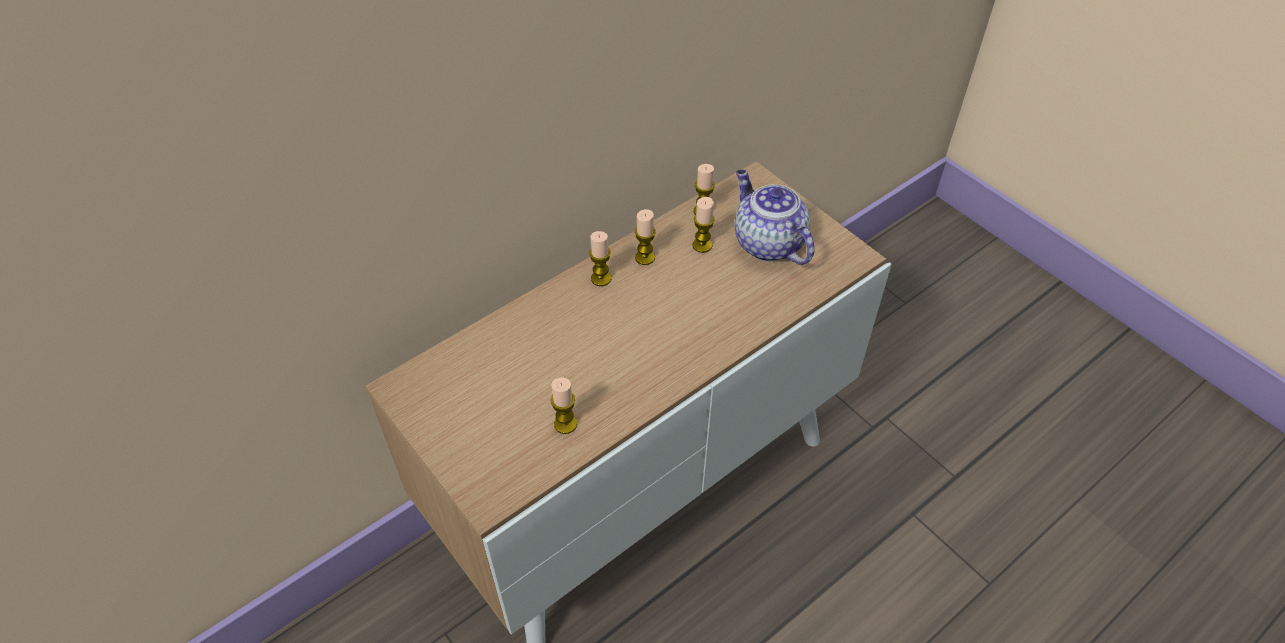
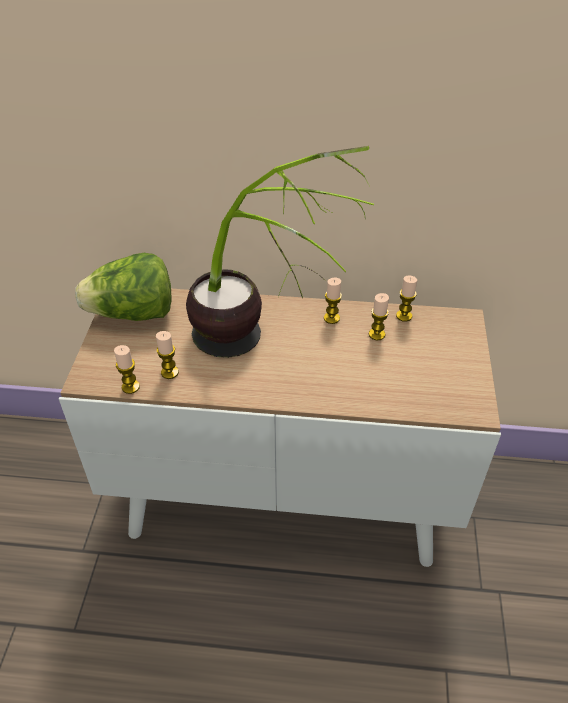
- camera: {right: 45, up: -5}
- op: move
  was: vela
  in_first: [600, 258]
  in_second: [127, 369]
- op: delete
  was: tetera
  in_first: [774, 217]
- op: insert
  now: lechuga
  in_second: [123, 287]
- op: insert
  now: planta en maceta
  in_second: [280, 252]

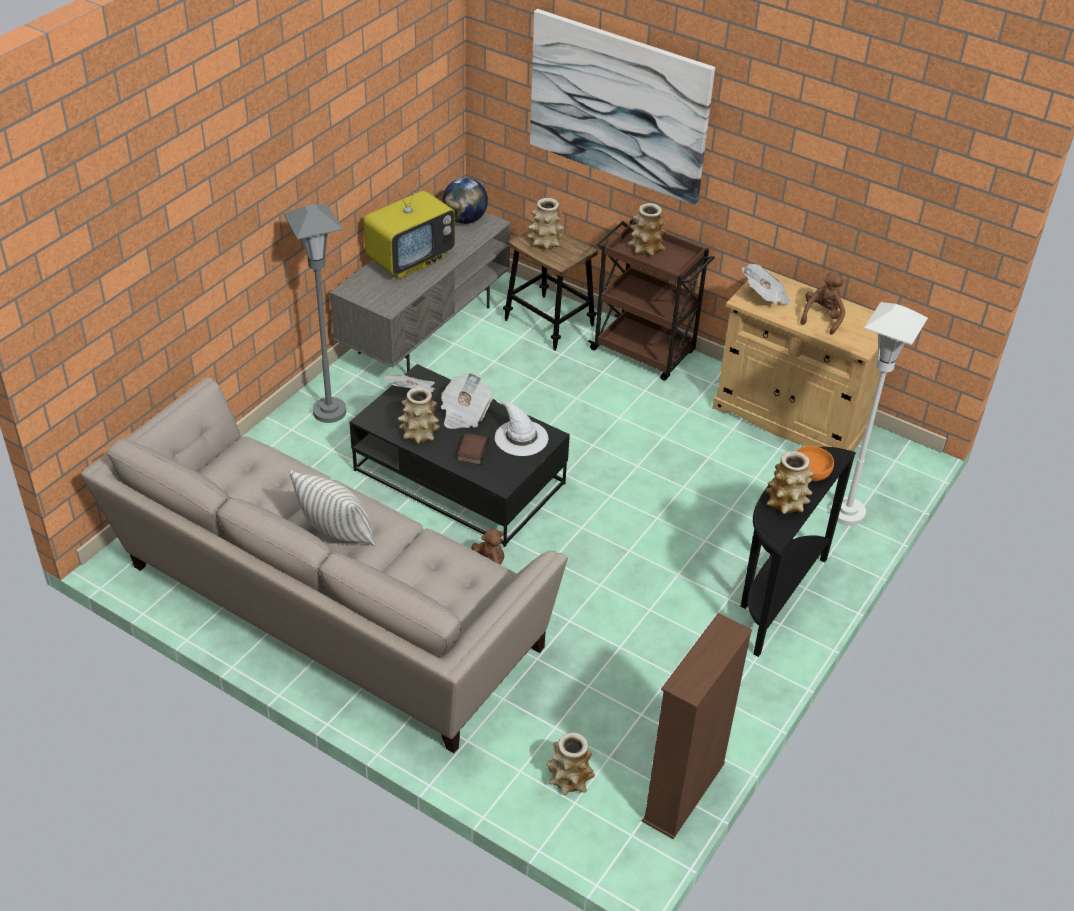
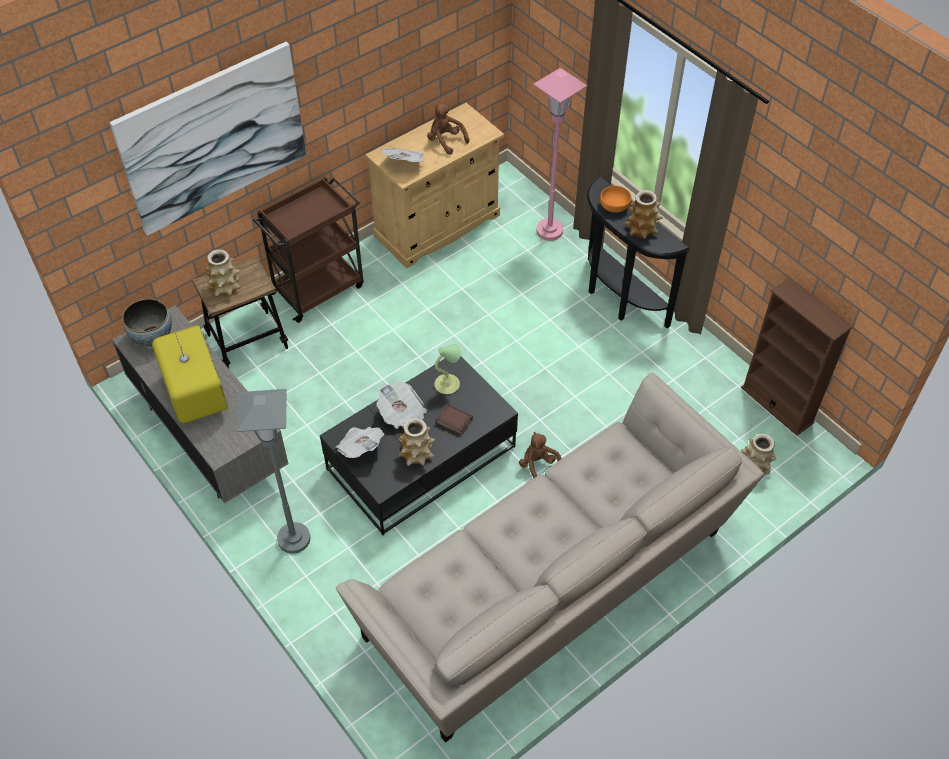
- camera: {right: -70, up: 10}
- op: delete
  was: cojín
  in_first: [332, 508]
- op: replace
  was: globo terráqueo
  now: cuenco
  in_first: [465, 201]
  in_second: [147, 323]
- op: replace
  was: sombrero (blanco)
  now: lámpara de mesa
  in_first: [521, 427]
  in_second: [448, 369]
- op: delete
  was: florero
  in_first: [647, 229]
- op: recolor
  was: lámpara de pie (blanco)
  now: lámpara de pie (rosa)
  in_first: [879, 414]
  in_second: [560, 154]

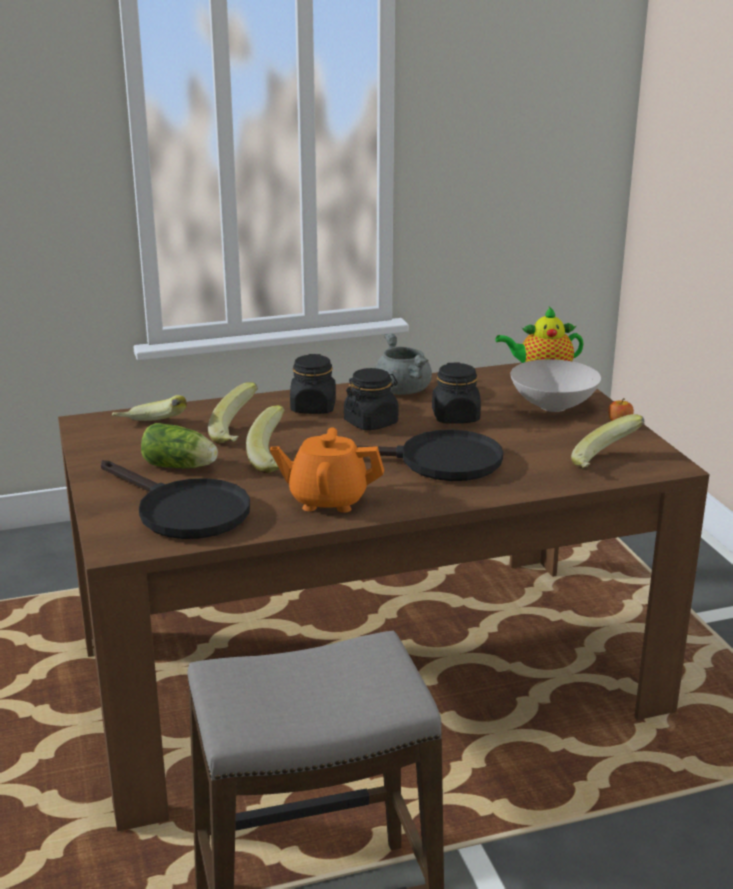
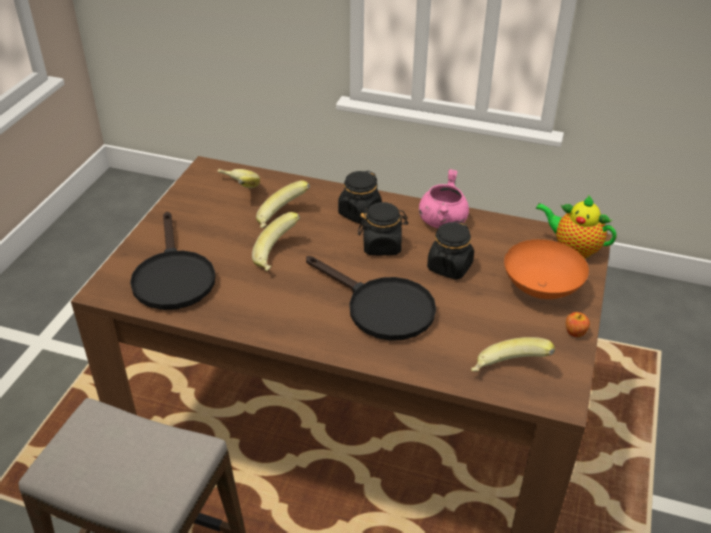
- camera: {right: 35, up: 15}
- op: delete
  was: lechuga
  in_first: [179, 446]
- op: delete
  was: tetera (naranja)
  in_first: [327, 470]
- op: recolor
  was: olla (gris)
  now: olla (rosa)
  in_first: [403, 364]
  in_second: [444, 198]
- op: recolor
  was: cuenco (blanco)
  now: cuenco (naranja)
  in_first: [555, 385]
  in_second: [546, 269]

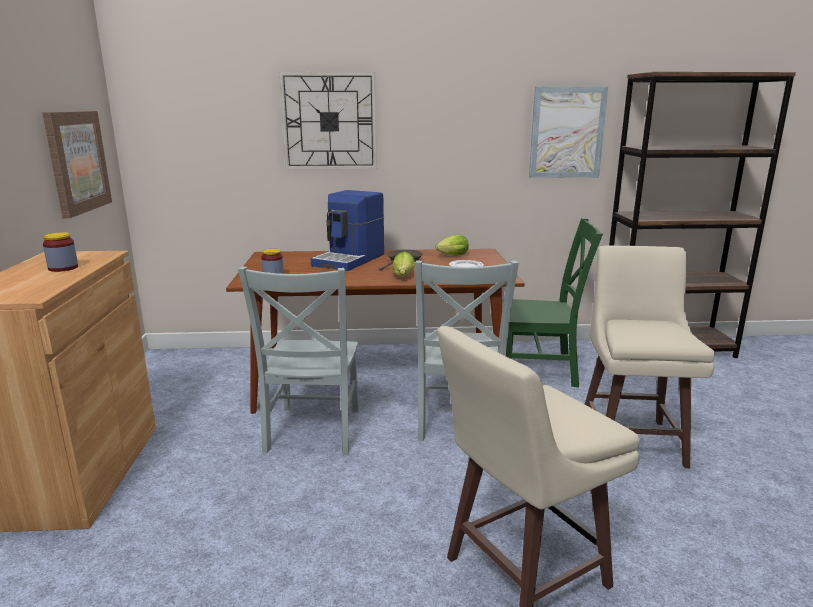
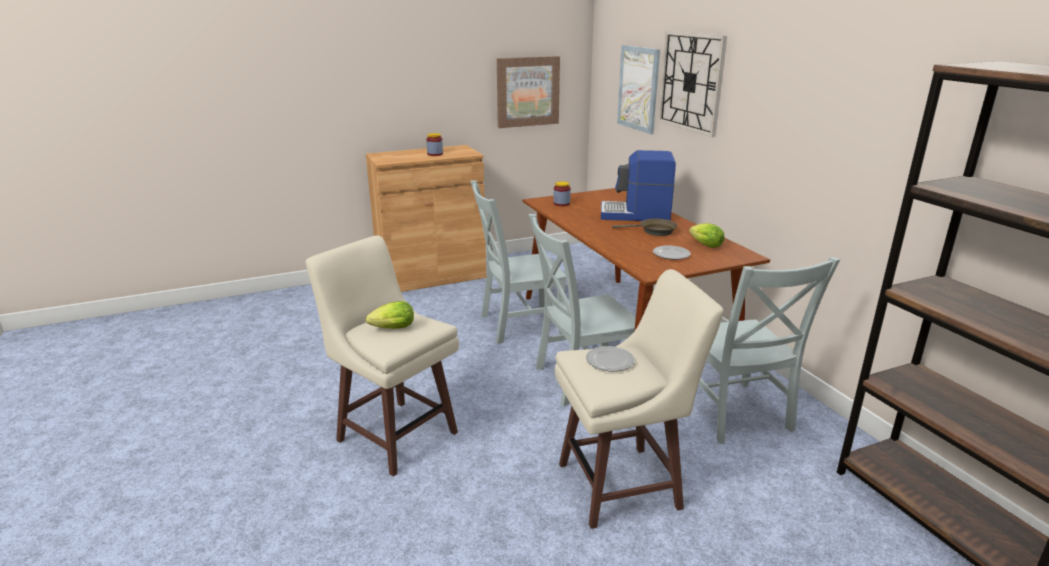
- camera: {right: 70, up: 5}
- op: move
  was: lechuga
  in_first: [404, 264]
  in_second: [390, 315]
- op: recolor
  was: silla (verde)
  now: silla (gris)
  in_first: [552, 302]
  in_second: [769, 350]
- op: move
  was: cuadro
  in_first: [568, 132]
  in_second: [638, 89]
- op: insert
  now: plato
  in_second: [610, 358]

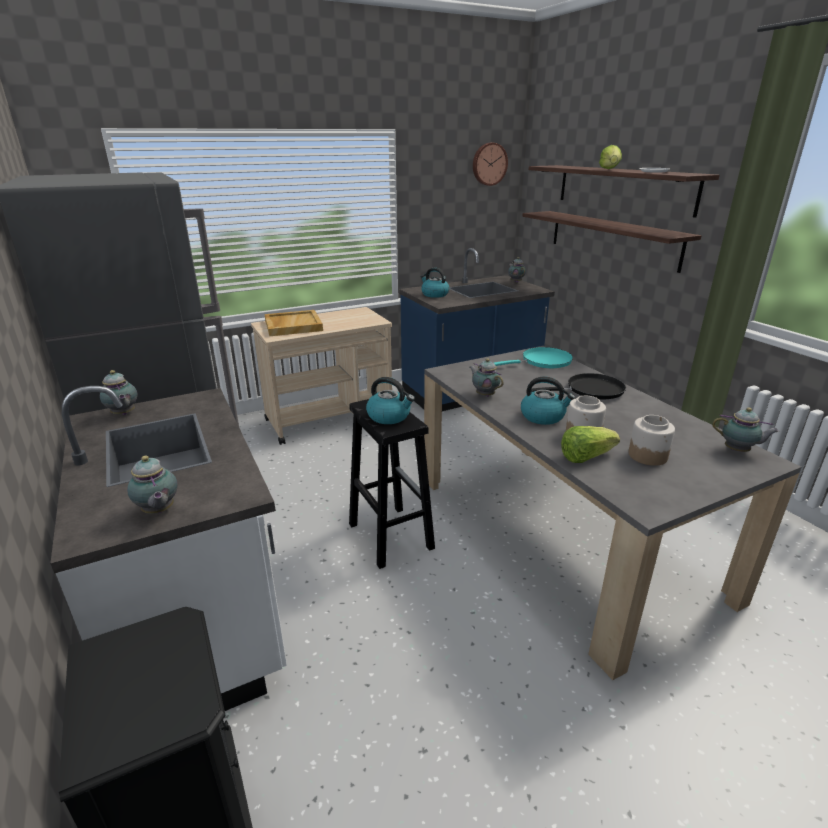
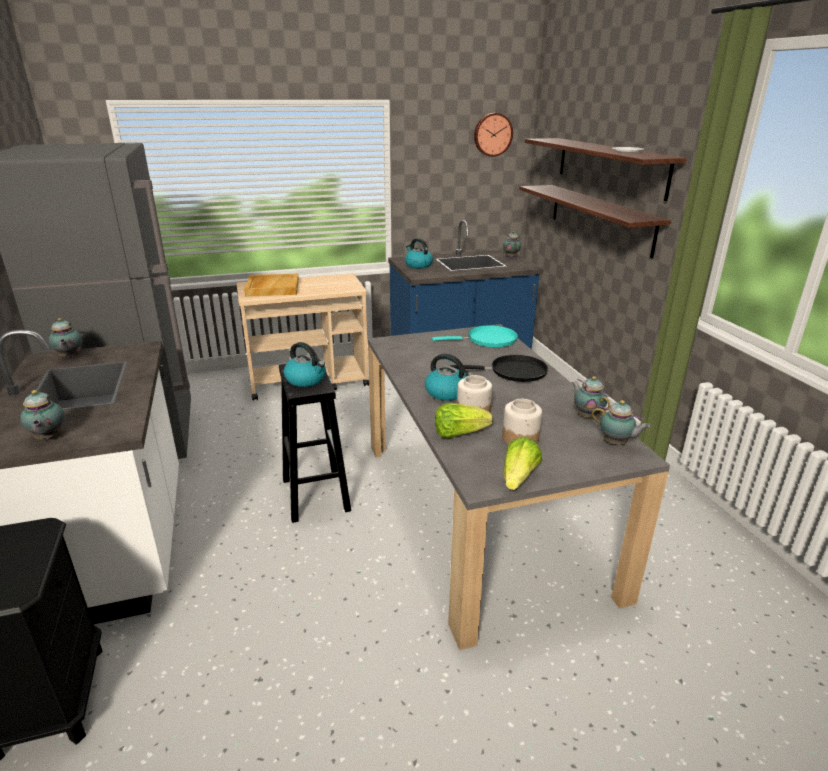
- camera: {right: 10, up: 0}
- op: move
  was: tetera
  in_first: [487, 378]
  in_second: [591, 397]
- op: move
  was: lechuga
  in_first: [610, 157]
  in_second: [523, 463]

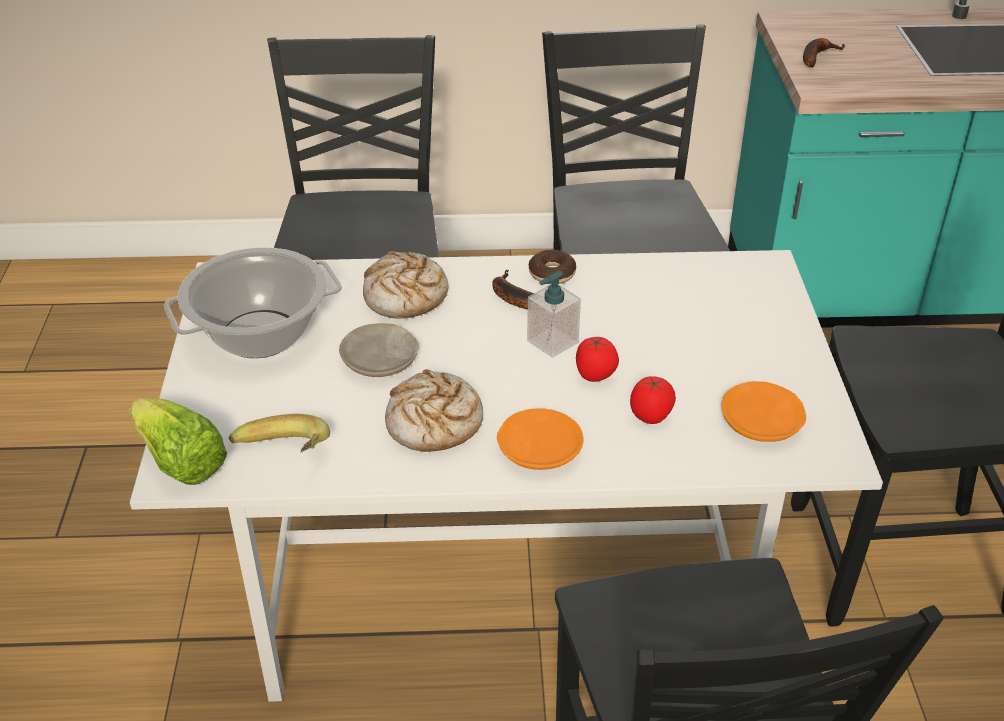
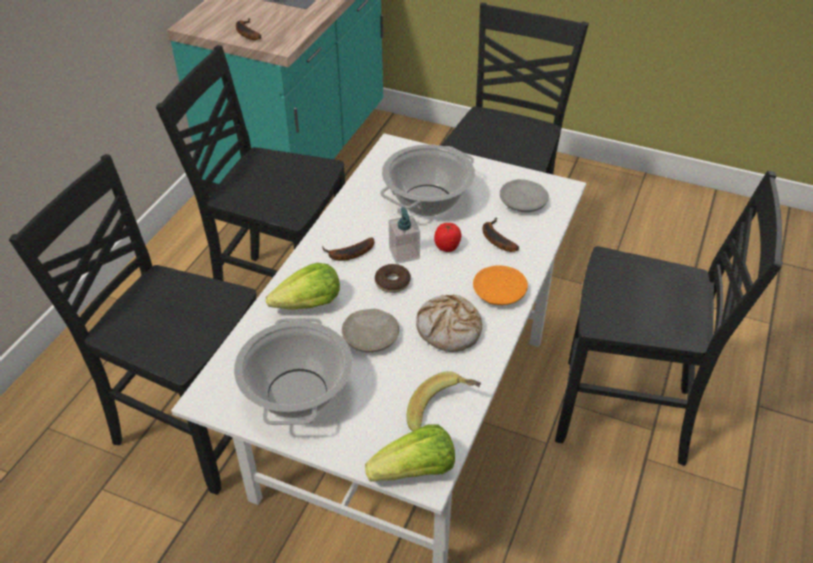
- camera: {right: -65, up: 5}
- op: replace
  was: pan
  now: lechuga
  in_first: [406, 285]
  in_second: [303, 286]
- op: move
  was: rosquilla
  in_first: [552, 267]
  in_second: [393, 278]
- op: replace
  was: tomate
  now: plátano
  in_first: [653, 400]
  in_second: [501, 234]
- op: recolor
  was: plato (naranja)
  now: plato (gris)
  in_first: [763, 411]
  in_second: [524, 195]
- op: insert
  now: olla
  in_second: [427, 180]

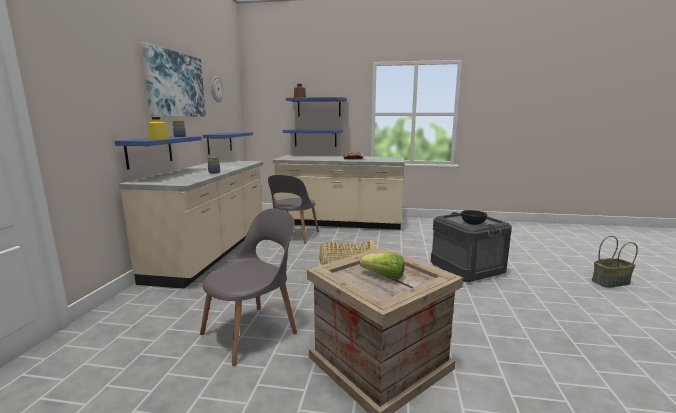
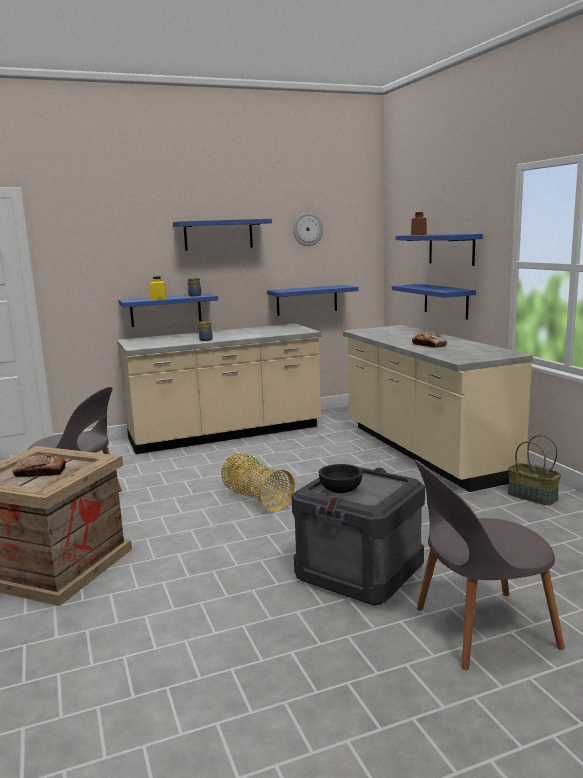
- camera: {right: 60, up: 0}
- op: replace
  was: cuadro
  now: estante (azul)
  in_first: [173, 79]
  in_second: [222, 235]
- op: move
  was: silla (gris)
  in_first: [293, 209]
  in_second: [489, 564]
- op: replace
  was: lechuga
  now: pan
  in_first: [382, 266]
  in_second: [39, 465]
- op: move
  was: cesta
  in_first: [615, 262]
  in_second: [534, 470]

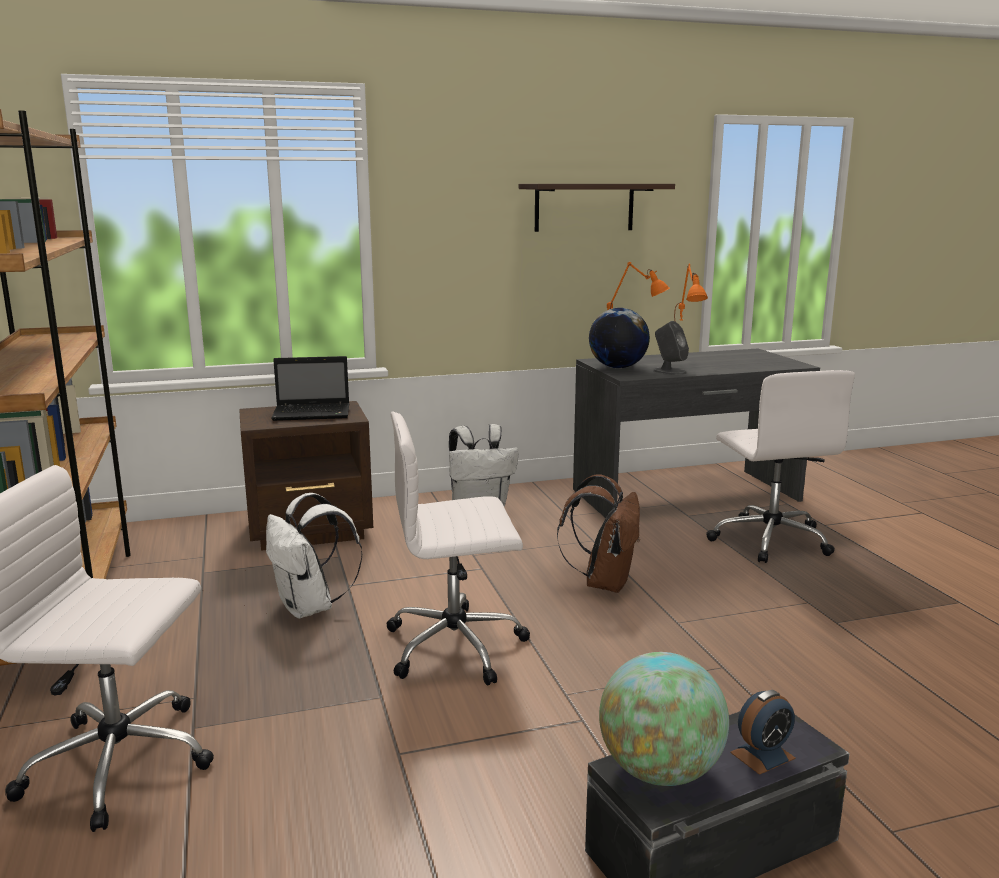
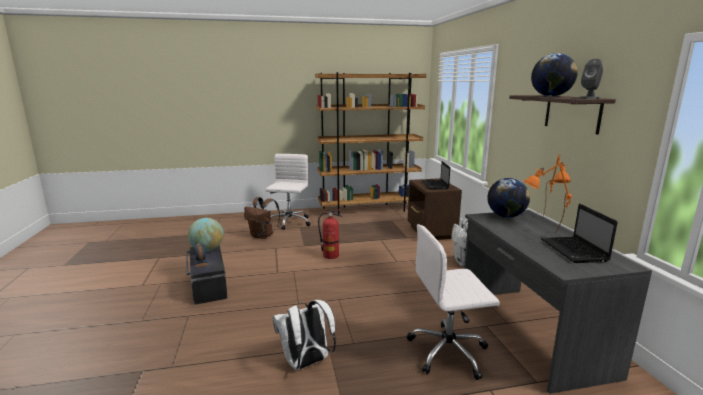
- camera: {right: 95, up: 0}
- op: move
  was: mochila (blanco)
  in_first: [314, 556]
  in_second: [304, 335]
- op: replace
  was: silla de oficina (blanco)
  now: extintor
  in_first: [458, 549]
  in_second: [330, 234]
- op: move
  was: mochila (marrón)
  in_first: [598, 533]
  in_second: [262, 218]
- op: move
  was: altavoz (gris)
  in_first: [671, 348]
  in_second: [591, 79]
- op: insert
  now: globo terráqueo
  in_second: [554, 75]
- op: insert
  now: portátil
  in_second: [579, 233]

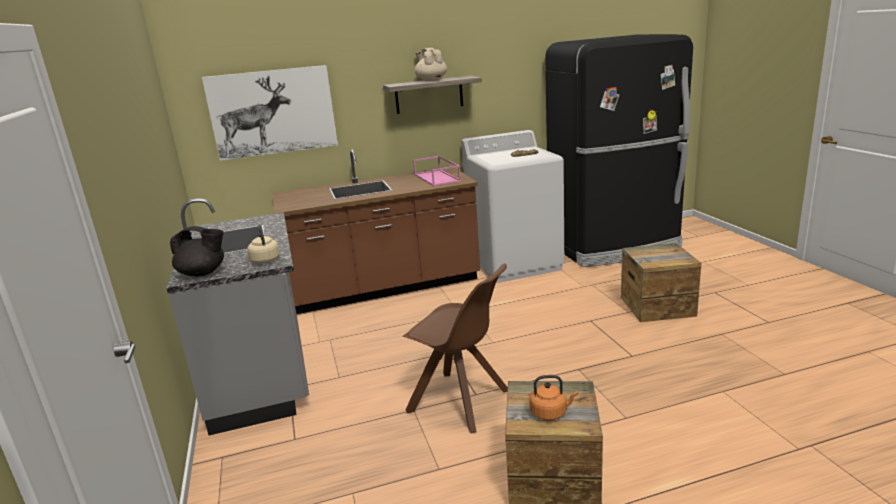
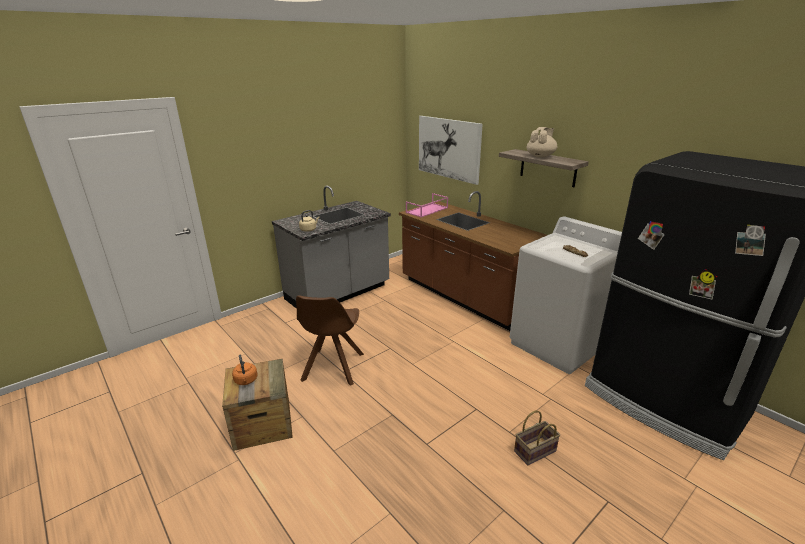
- camera: {right: 65, up: 5}
- op: delete
  was: tetera (negro)
  in_first: [197, 251]
- op: move
  was: bandeja (rosa)
  in_first: [437, 171]
  in_second: [427, 205]
- op: replace
  was: caja de embalaje
  now: cesta
  in_first: [661, 282]
  in_second: [537, 437]

